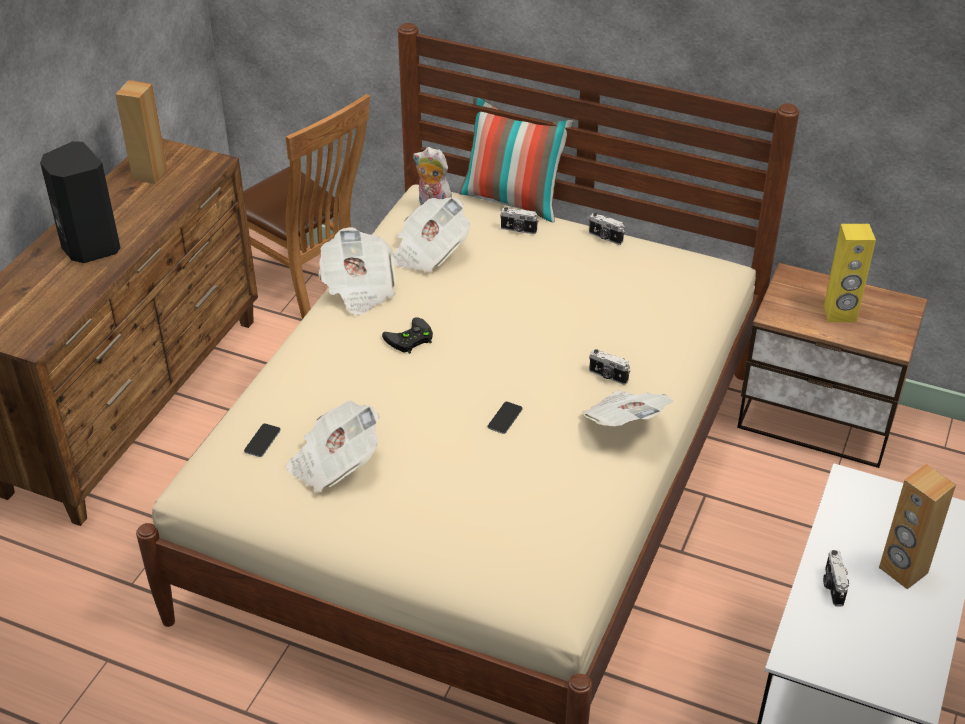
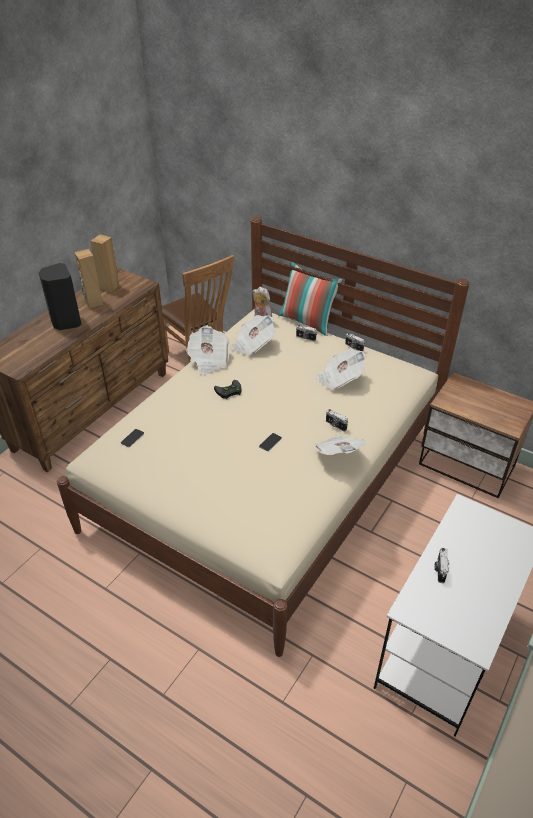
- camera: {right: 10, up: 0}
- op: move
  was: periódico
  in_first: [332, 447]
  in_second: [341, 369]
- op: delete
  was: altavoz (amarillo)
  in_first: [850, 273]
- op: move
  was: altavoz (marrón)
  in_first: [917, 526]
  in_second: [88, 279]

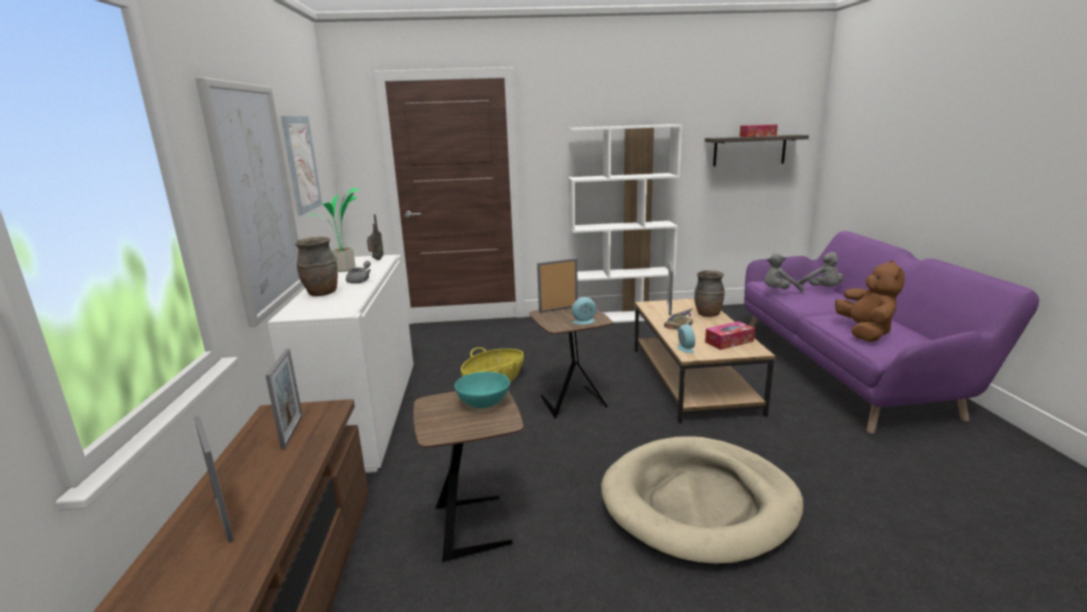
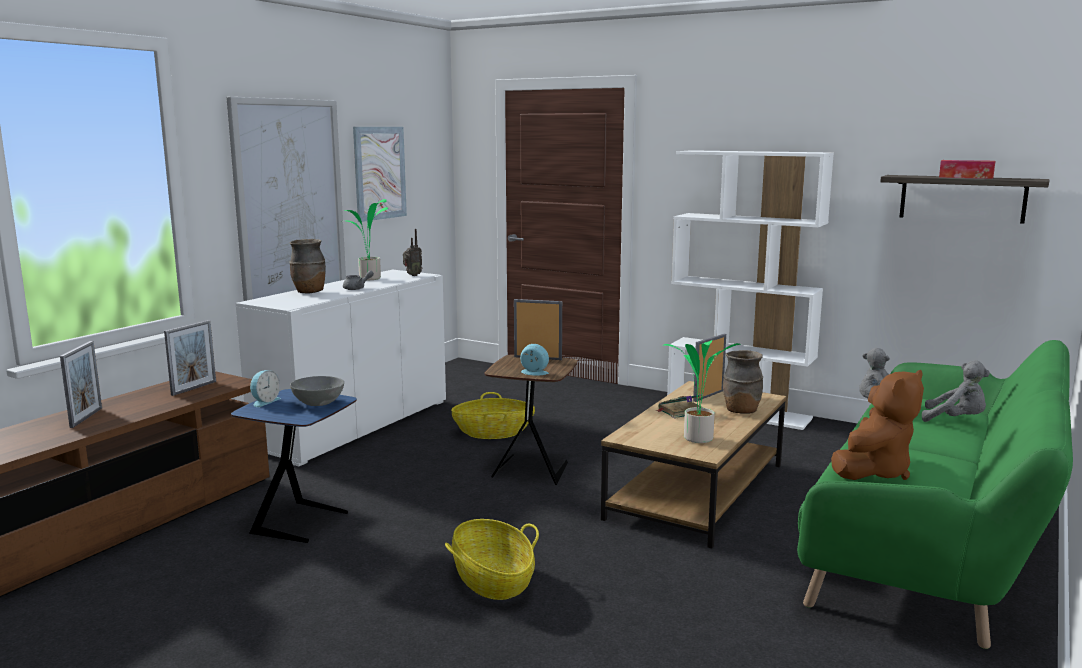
- camera: {right: 35, up: -5}
- op: recolor
  was: mesa auxiliar (marrón)
  now: mesa auxiliar (azul)
  in_first: [468, 476]
  in_second: [294, 466]
- op: recolor
  was: cuenco (turquesa)
  now: cuenco (gris)
  in_first: [482, 390]
  in_second: [317, 391]
- op: replace
  was: cama para perro (beis)
  now: cesta
  in_first: [702, 501]
  in_second: [492, 559]
- op: move
  was: despertador
  in_first: [686, 338]
  in_second: [265, 388]
- op: replace
  was: caja de pañuelos
  now: planta en maceta
  in_first: [730, 335]
  in_second: [702, 391]
- op: recolor
  was: sofá (morado)
  now: sofá (verde)
  in_first: [891, 332]
  in_second: [935, 494]
- op: rotate
  was: peluche (gris)
  in_first: [820, 269]
  in_second: [956, 391]
  clockwise: -75

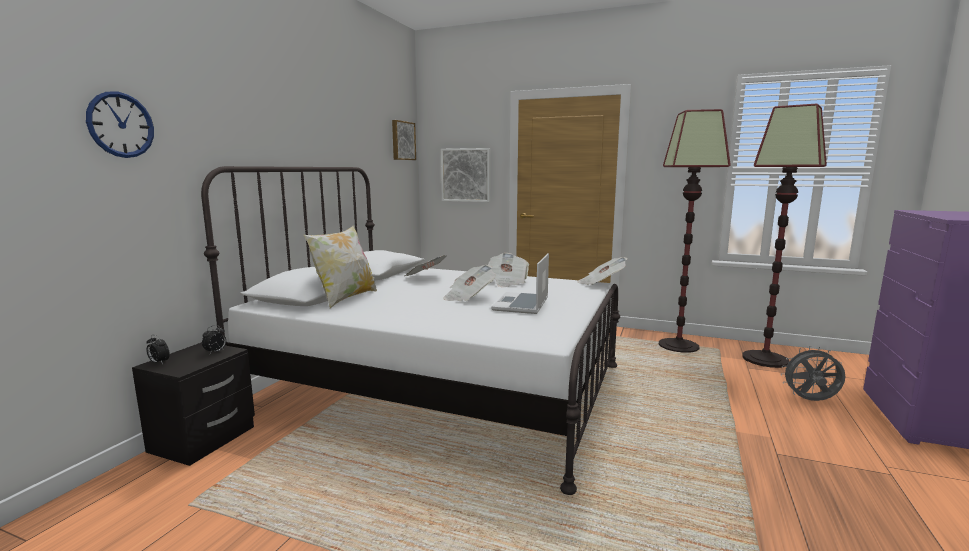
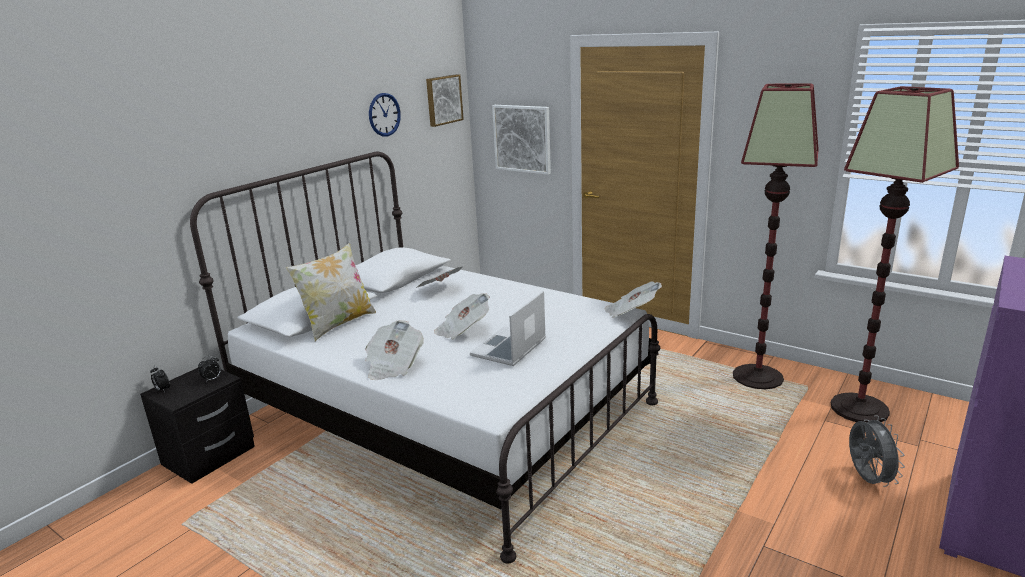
- camera: {right: 15, up: 10}
- op: move
  was: reloj de pared
  in_first: [120, 124]
  in_second: [385, 114]
- op: move
  was: periódico
  in_first: [508, 270]
  in_second: [394, 350]
- op: rotate
  was: ventilador (gris)
  in_first: [813, 373]
  in_second: [877, 451]
  clockwise: 60

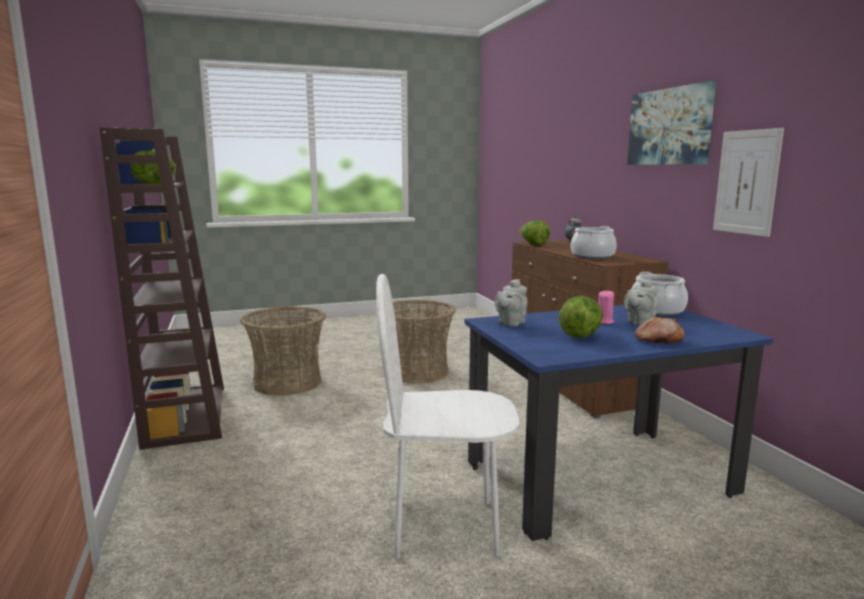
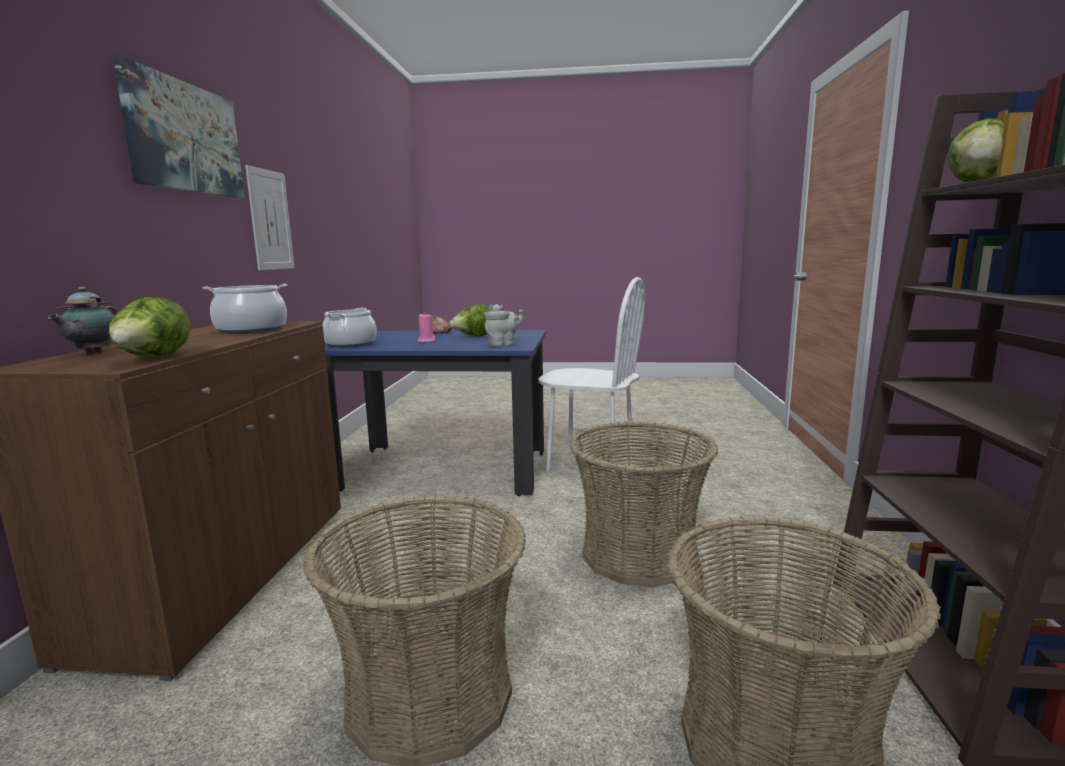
- camera: {right: -155, up: 0}
- op: delete
  was: tetera (gris)
  in_first: [641, 302]
- op: insert
  now: cesta
  in_second: [643, 504]

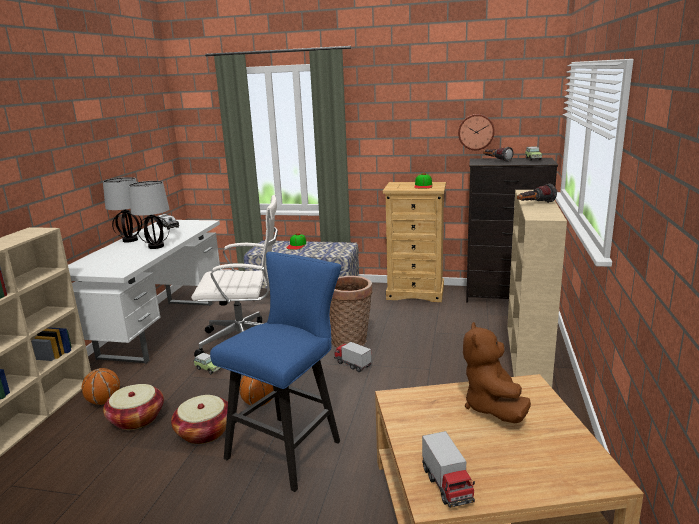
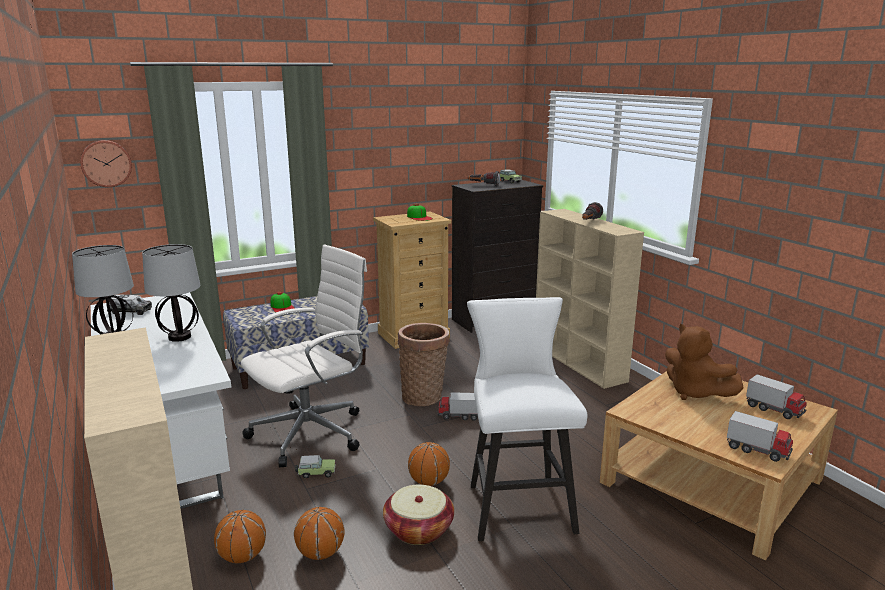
- camera: {right: -40, up: 0}
- op: replace
  was: cesta
  now: balón de baloncesto
  in_first: [133, 407]
  in_second: [319, 533]
- op: recolor
  was: taburete (azul)
  now: taburete (blanco)
  in_first: [275, 372]
  in_second: [527, 419]
- op: move
  was: reloj de pared
  in_first: [476, 132]
  in_second: [106, 163]
- op: insert
  now: camión de juguete
  in_second: [776, 396]

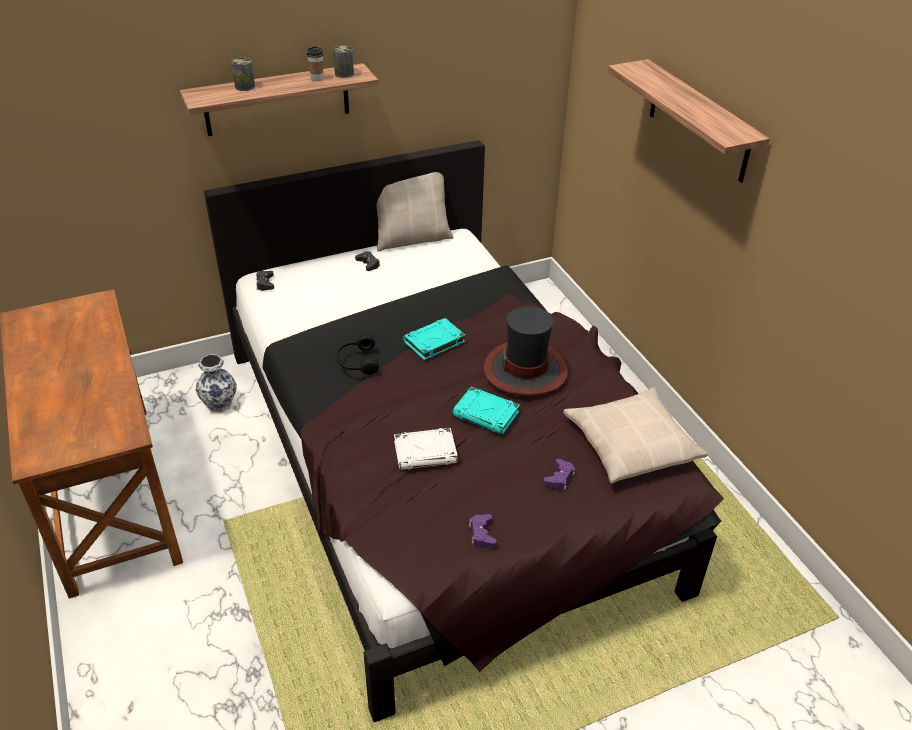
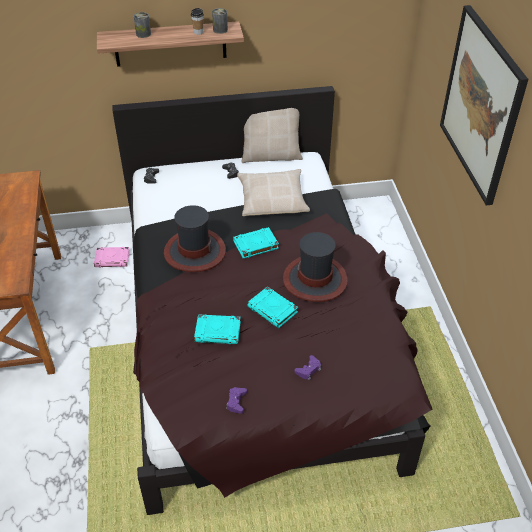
- camera: {right: 15, up: 5}
- op: replace
  was: florero
  now: libro (rosa)
  in_first: [216, 383]
  in_second: [112, 257]
- op: replace
  was: auriculares (negro)
  now: sombrero
  in_first: [357, 354]
  in_second: [195, 238]
- op: recolor
  was: libro (blanco)
  now: libro (turquesa)
  in_first: [426, 449]
  in_second: [217, 329]
- op: move
  was: cojín (beis)
  in_first: [635, 435]
  in_second: [273, 192]
- op: replace
  was: estante
  now: cuadro
  in_first: [689, 121]
  in_second: [484, 105]

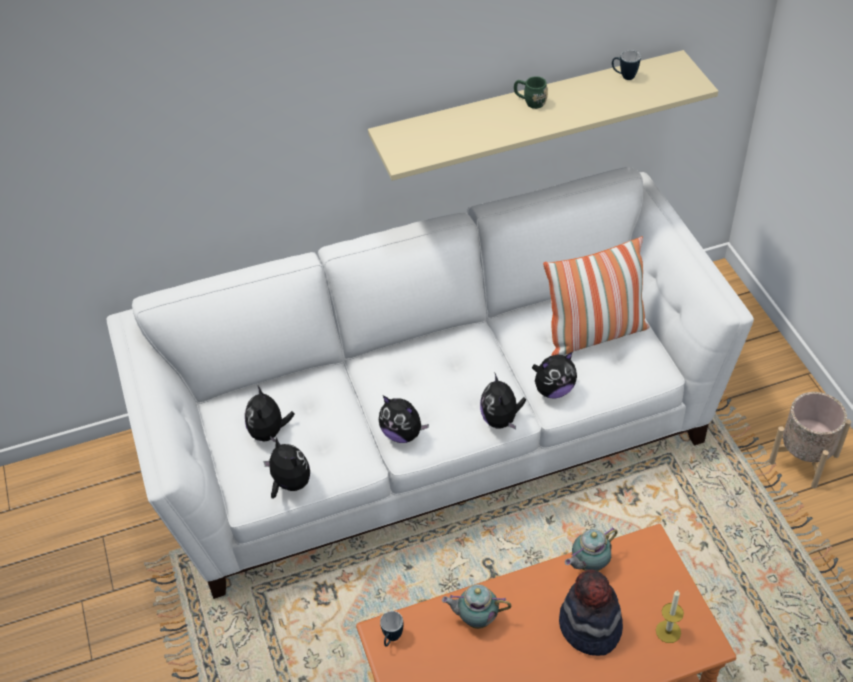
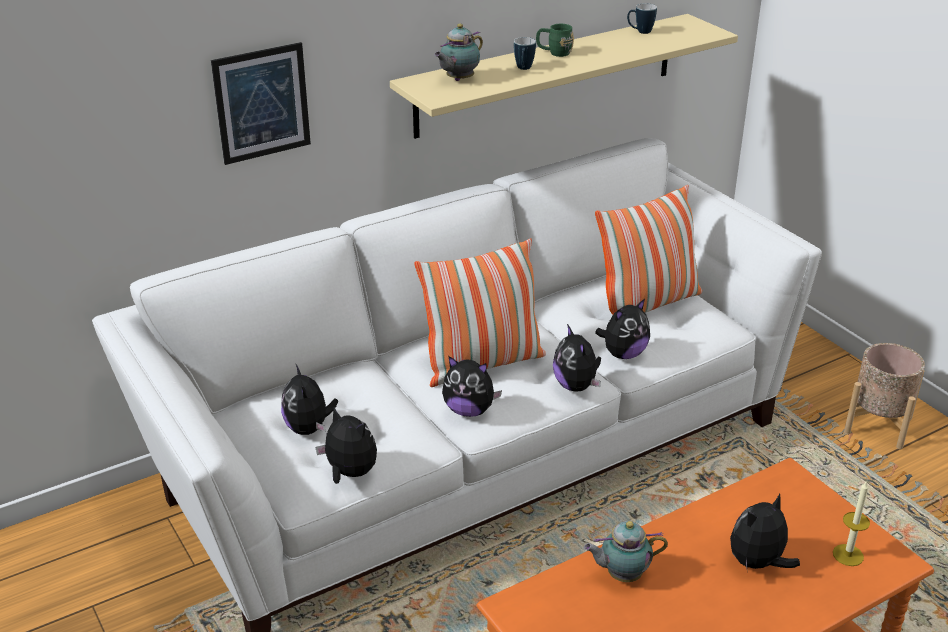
- camera: {right: -15, up: -15}
- op: move
  was: taza grande
  in_first: [392, 629]
  in_second: [525, 53]
- op: replace
  was: sombrero
  now: peluche
  in_first: [591, 612]
  in_second: [765, 531]
- op: move
  was: tetera
  in_first: [591, 549]
  in_second: [458, 52]
- op: insert
  now: cuadro
  in_second: [261, 103]
- op: insert
  now: cojín
  in_second: [480, 312]

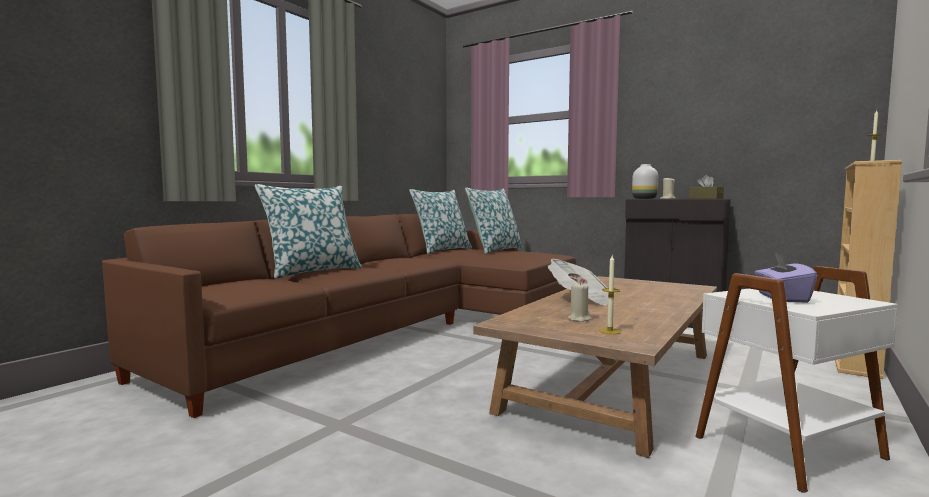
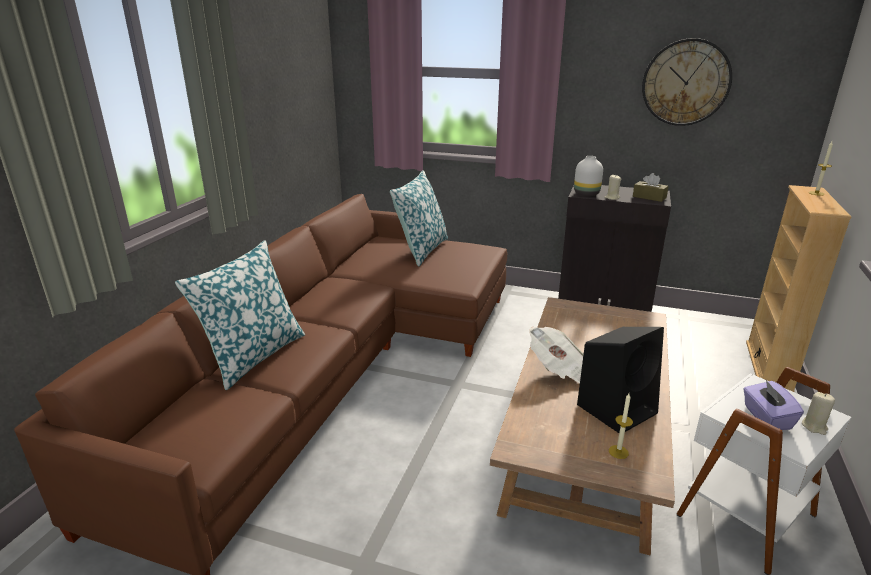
- camera: {right: -15, up: 20}
- op: delete
  was: cojín
  in_first: [440, 221]
- op: move
  was: vela (beis)
  in_first: [579, 302]
  in_second: [818, 413]
- op: insert
  now: altavoz (negro)
  in_second: [620, 380]
- op: insert
  now: reloj de pared
  in_second: [687, 82]

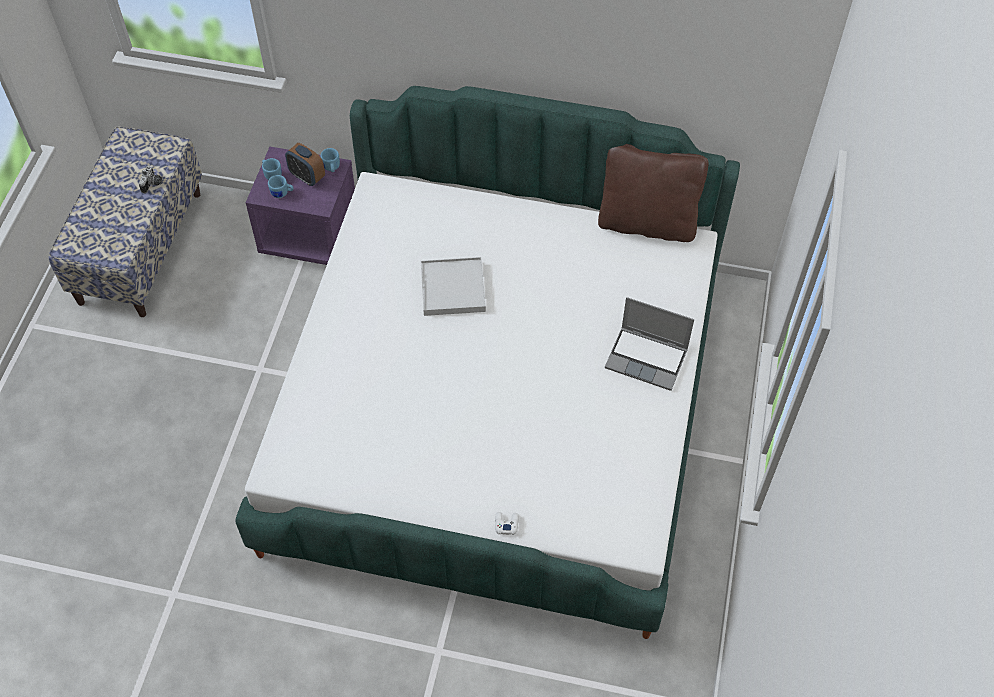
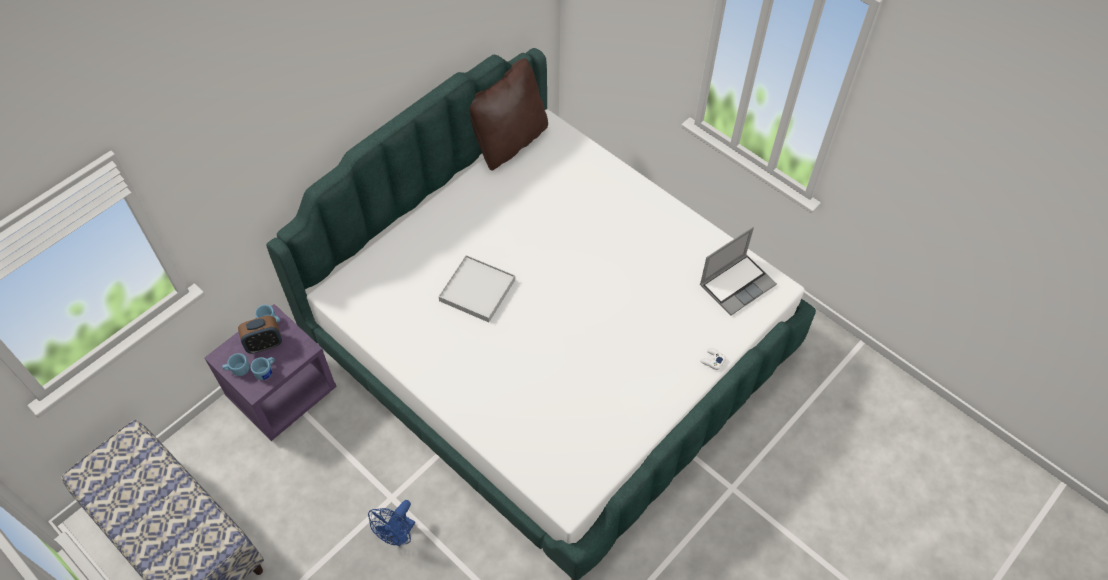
- camera: {right: -60, up: 0}
- op: delete
  was: cámara
  in_first: [150, 179]
- op: move
  was: portátil
  in_first: [649, 344]
  in_second: [738, 271]
- op: insert
  now: ventilador (azul)
  in_second: [391, 523]

